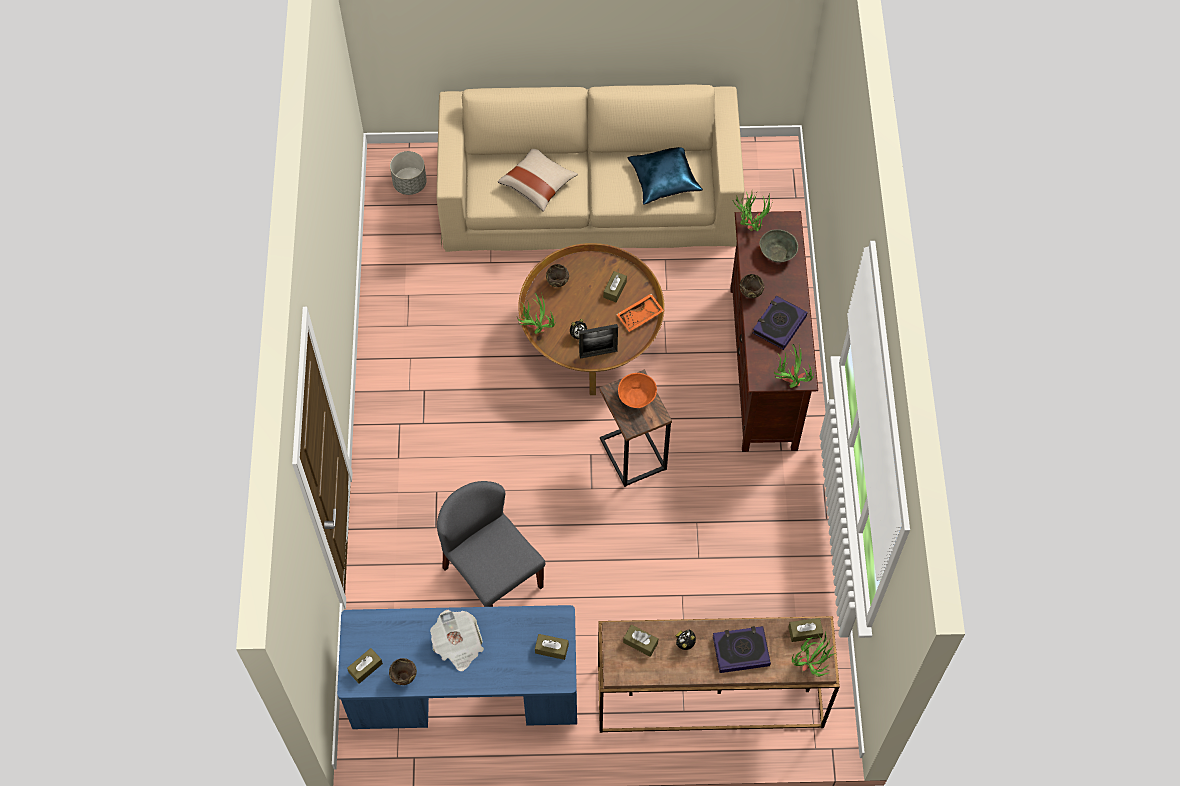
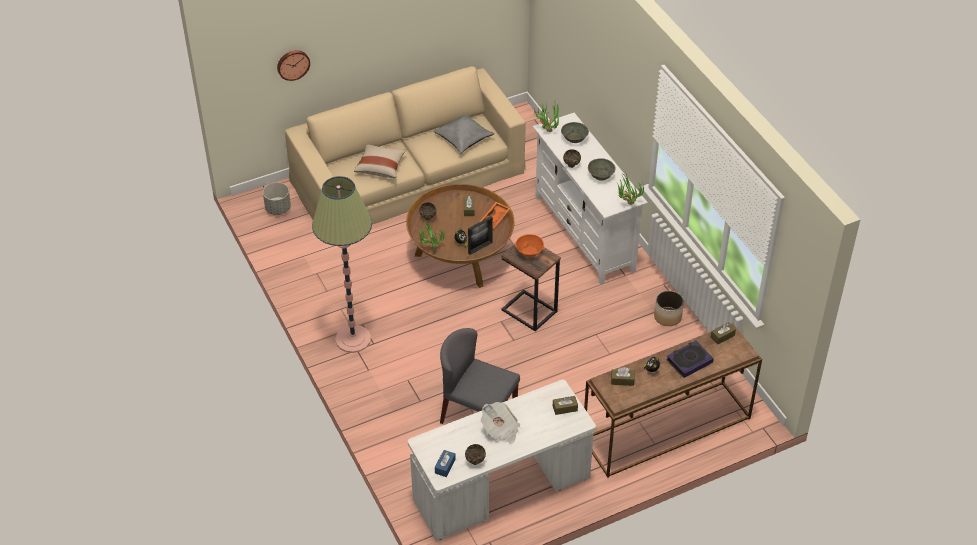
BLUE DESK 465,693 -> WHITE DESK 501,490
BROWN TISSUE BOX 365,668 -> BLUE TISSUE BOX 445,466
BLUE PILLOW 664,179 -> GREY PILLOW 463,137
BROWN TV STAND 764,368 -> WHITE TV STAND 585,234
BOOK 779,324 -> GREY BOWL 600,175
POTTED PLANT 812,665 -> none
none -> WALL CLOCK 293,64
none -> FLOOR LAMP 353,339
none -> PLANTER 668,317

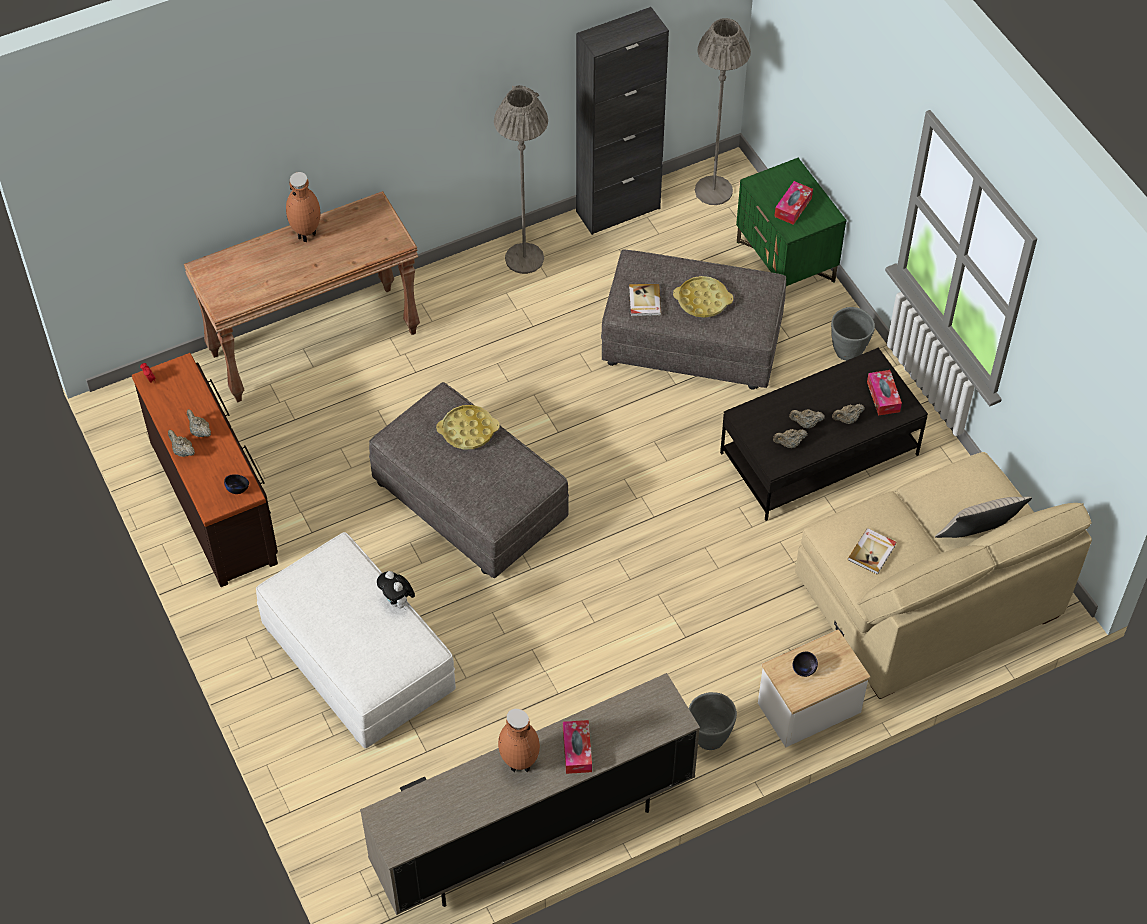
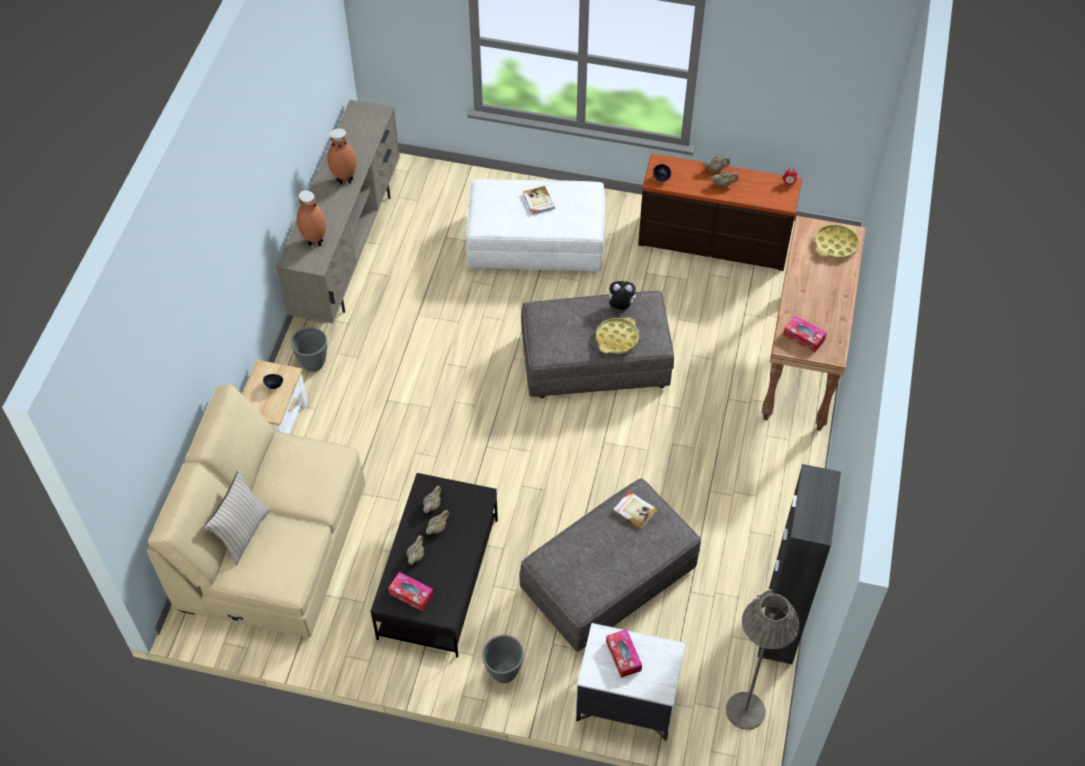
BROWN VASE 307,234 -> BROWN VASE 314,242, moved
PLUSH TOY 397,602 -> PLUSH TOY 620,306, moved
GREY FLOOR LAMP 524,258 -> none
TISSUE BOX 577,750 -> TISSUE BOX 803,337, moved
YELLOW TRAY 702,300 -> YELLOW TRAY 836,244, moved
GREEN NIGHTSTAND 786,262 -> WHITE NIGHTSTAND 626,702
BOOK 872,552 -> BOOK 538,201, moved

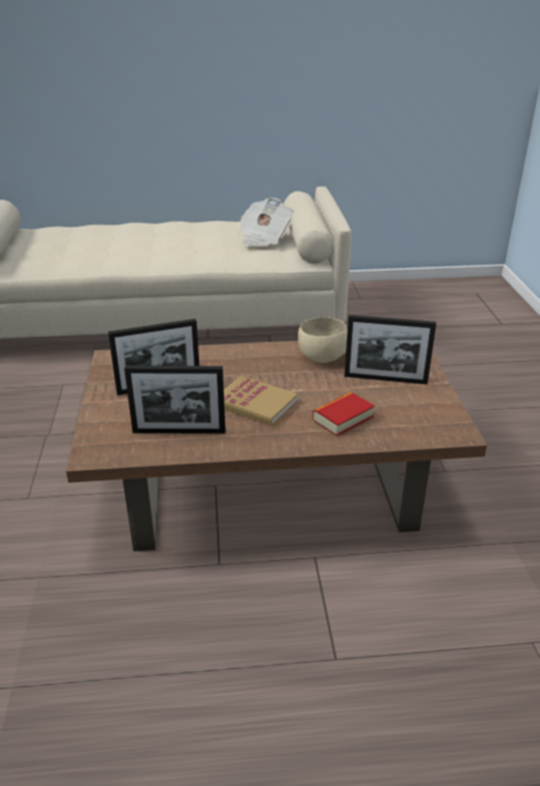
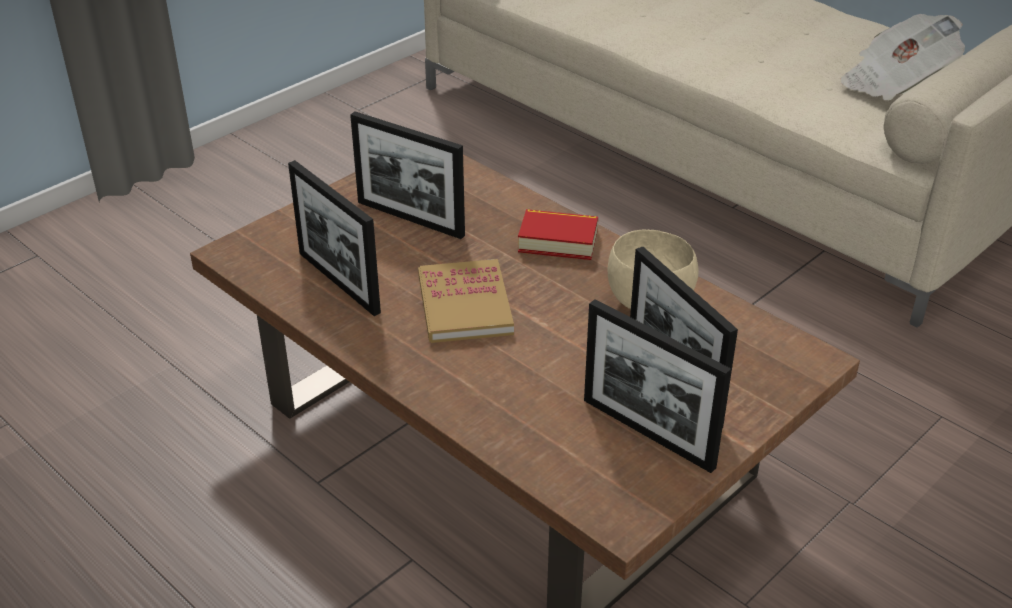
BOOK 343,418 -> BOOK 558,241, moved
none -> PICTURE FRAME 648,433

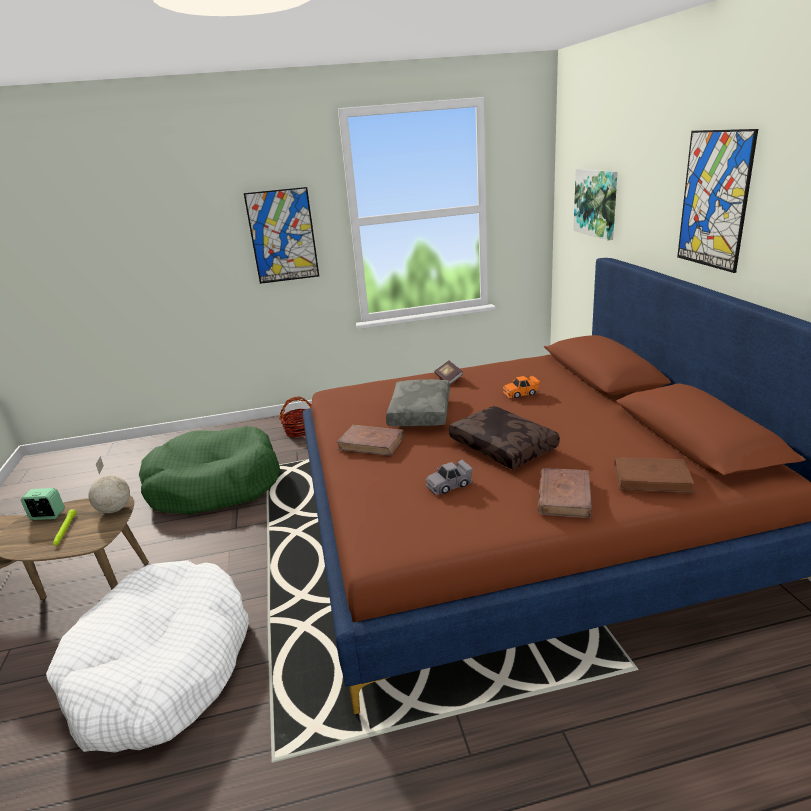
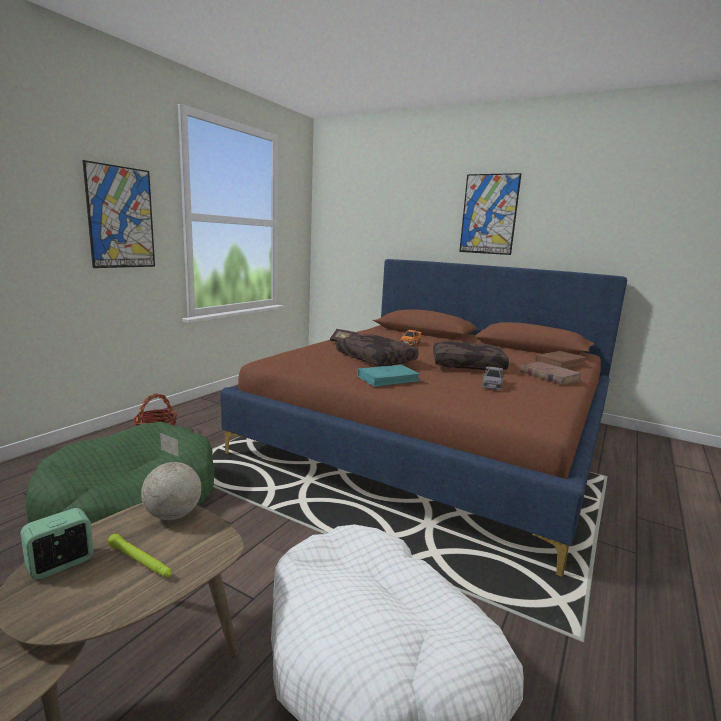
BROWN BOOK 371,443 -> TURQUOISE BOOK 388,379
GREY PILLOW 419,412 -> BROWN PILLOW 374,359
PICTURE 596,203 -> none

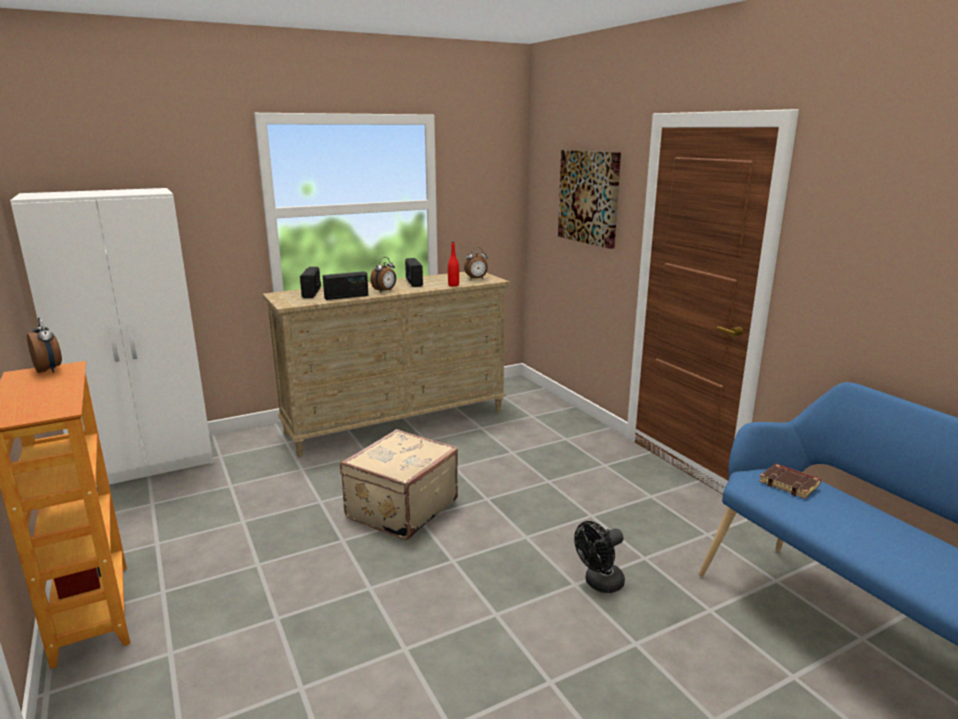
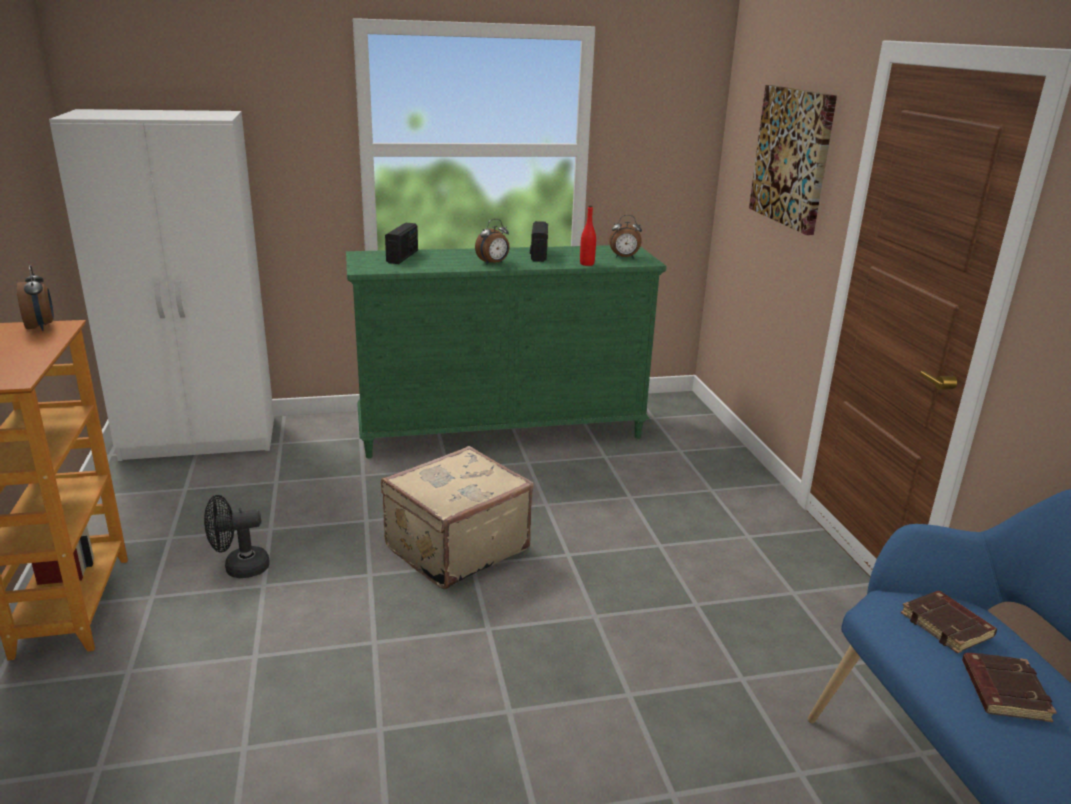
BEIGE DRESSER 397,422 -> GREEN DRESSER 503,432
RADIO 346,296 -> none
BLACK FAN 599,584 -> BLACK FAN 239,568, moved
none -> BROWN BOOK 1002,691

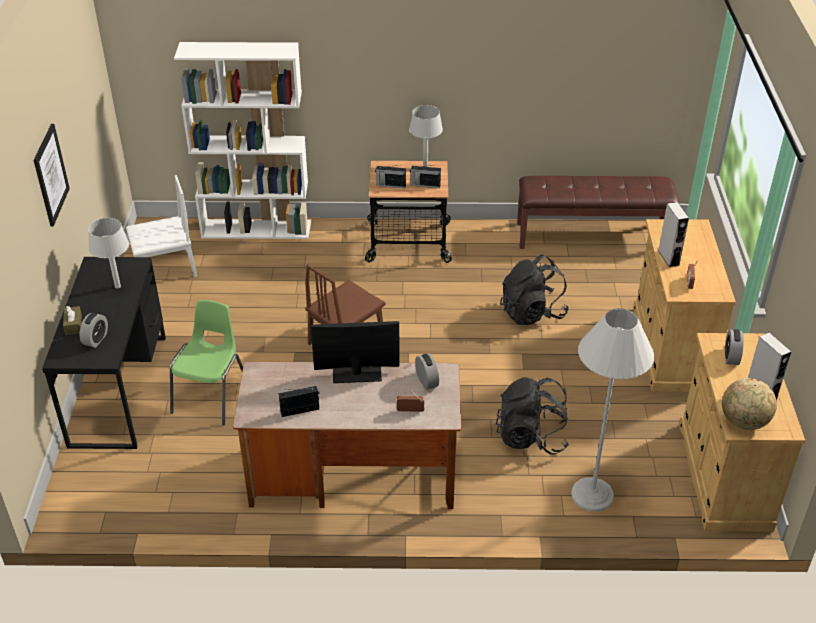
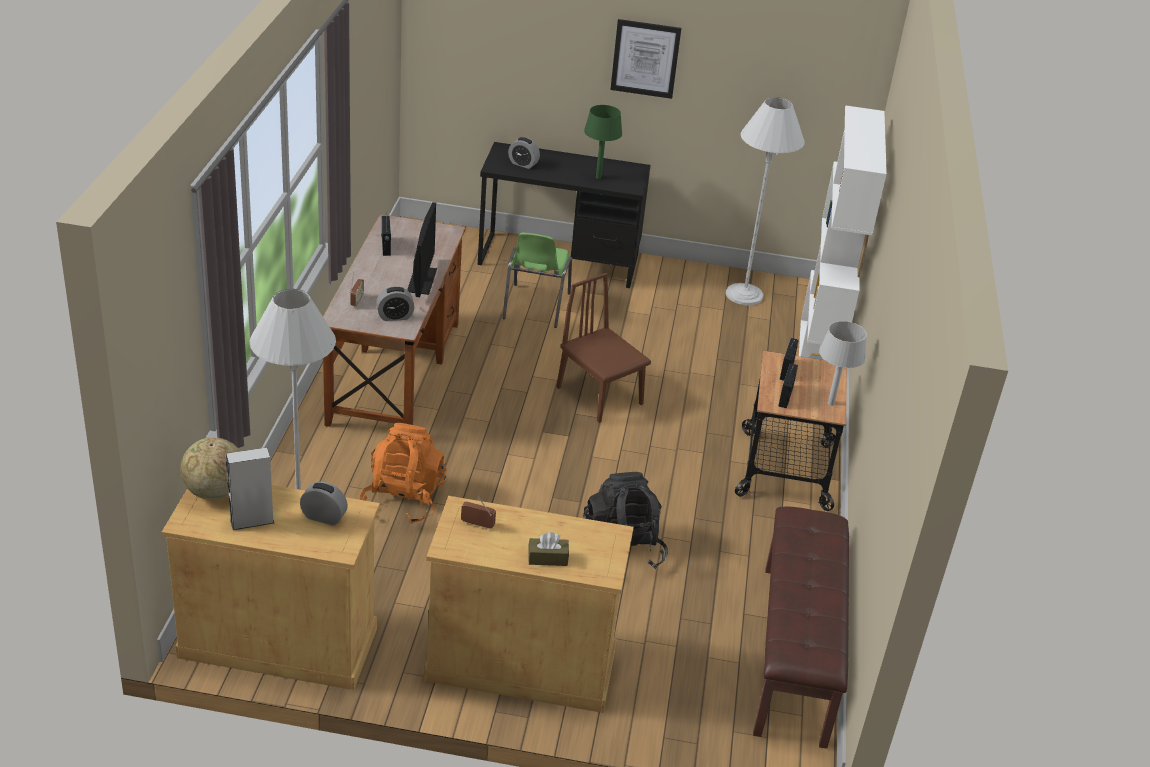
BROWN TISSUE BOX 73,325 -> BROWN TISSUE BOX 547,558, moved
GREY TABLE LAMP 117,286 -> GREEN TABLE LAMP 598,177
WHITE CHAIR 165,269 -> WHITE FLOOR LAMP 744,295
GREEN CHAIR 212,396 -> GREEN CHAIR 535,307, 75 degrees clockwise
BLACK BACKPACK 531,437 -> ORANGE BACKPACK 403,500
GREY SPEAKER 668,258 -> none

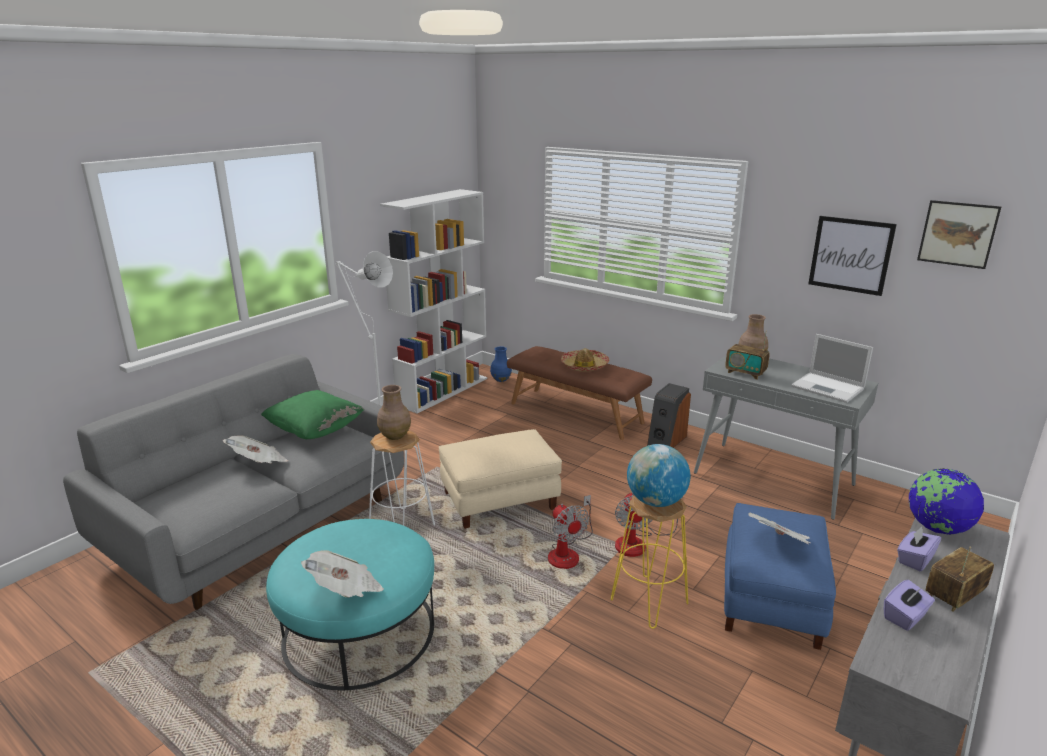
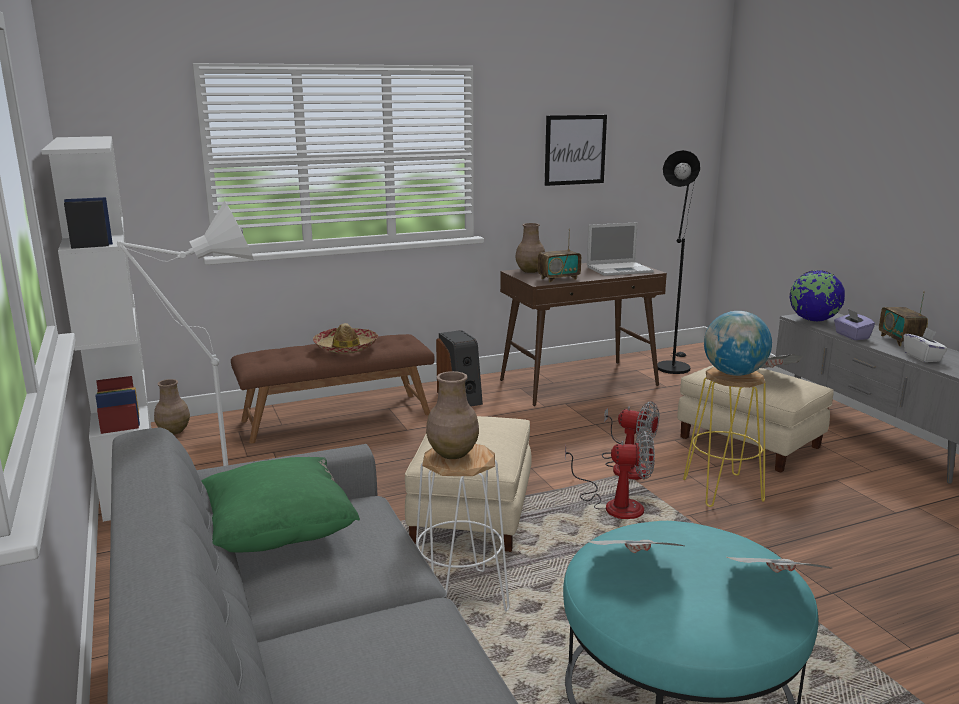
NEWSPAPER 258,463 -> NEWSPAPER 633,566, moved
BLUE VASE 501,379 -> BROWN VASE 173,431
GREY CONSOLE TABLE 774,479 -> BROWN CONSOLE TABLE 579,382
BLUE OTTOMAN 772,600 -> BEIGE OTTOMAN 750,442
PURPLE TISSUE BOX 905,617 -> WHITE TISSUE BOX 922,357
PICTURE 957,234 -> none
none -> BLACK FLOOR LAMP 672,366

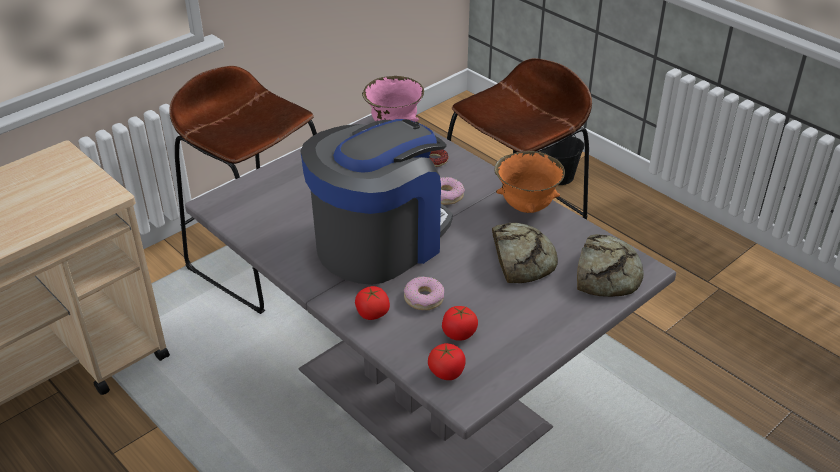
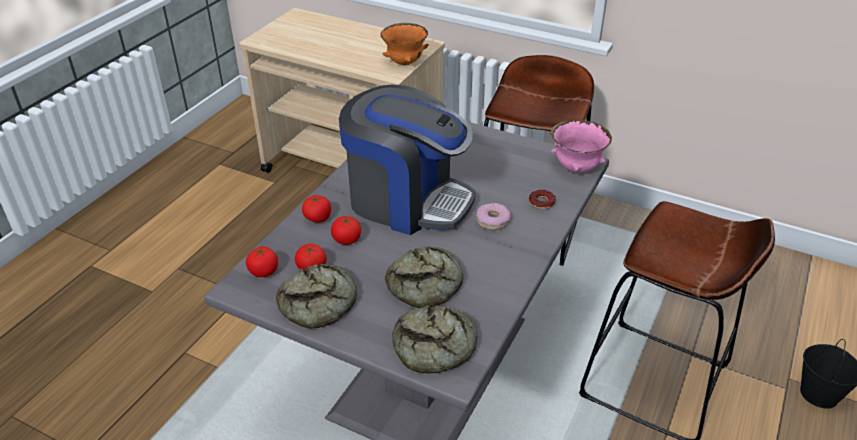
DONUT 423,298 -> TOMATO 346,239
ORANGE BOWL 527,207 -> ORANGE BOWL 405,62, moved
none -> BREAD 320,303

